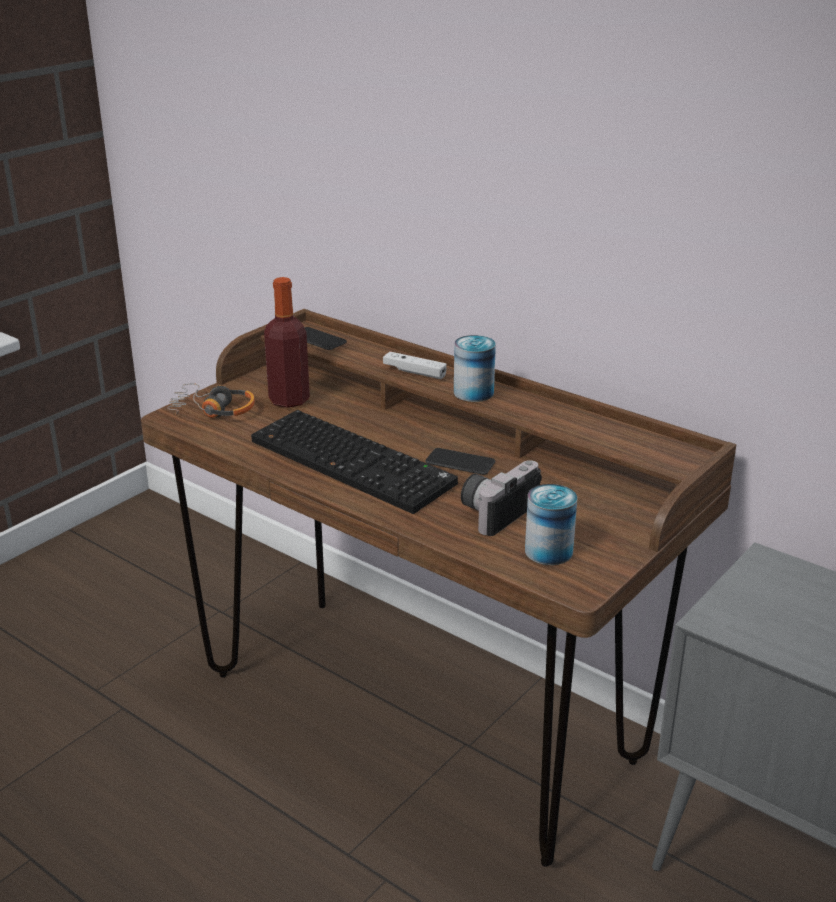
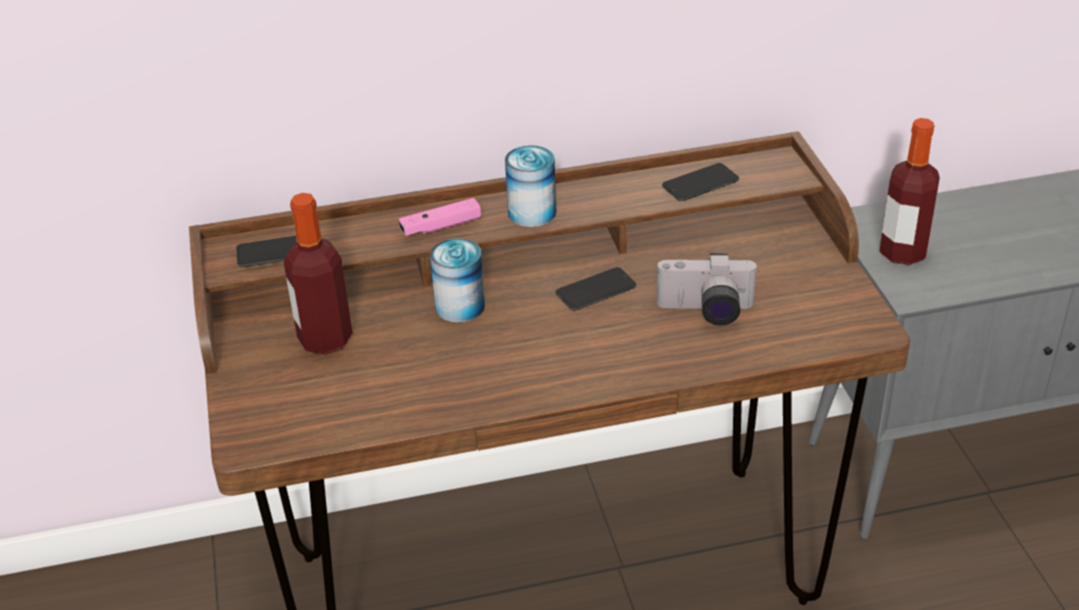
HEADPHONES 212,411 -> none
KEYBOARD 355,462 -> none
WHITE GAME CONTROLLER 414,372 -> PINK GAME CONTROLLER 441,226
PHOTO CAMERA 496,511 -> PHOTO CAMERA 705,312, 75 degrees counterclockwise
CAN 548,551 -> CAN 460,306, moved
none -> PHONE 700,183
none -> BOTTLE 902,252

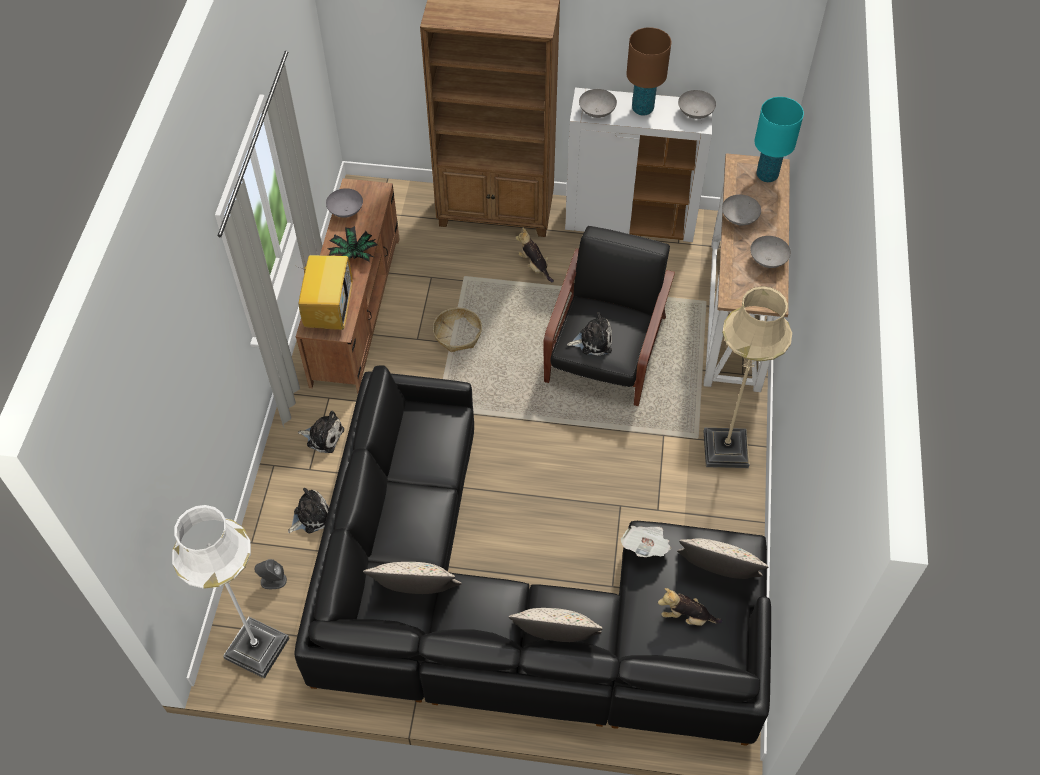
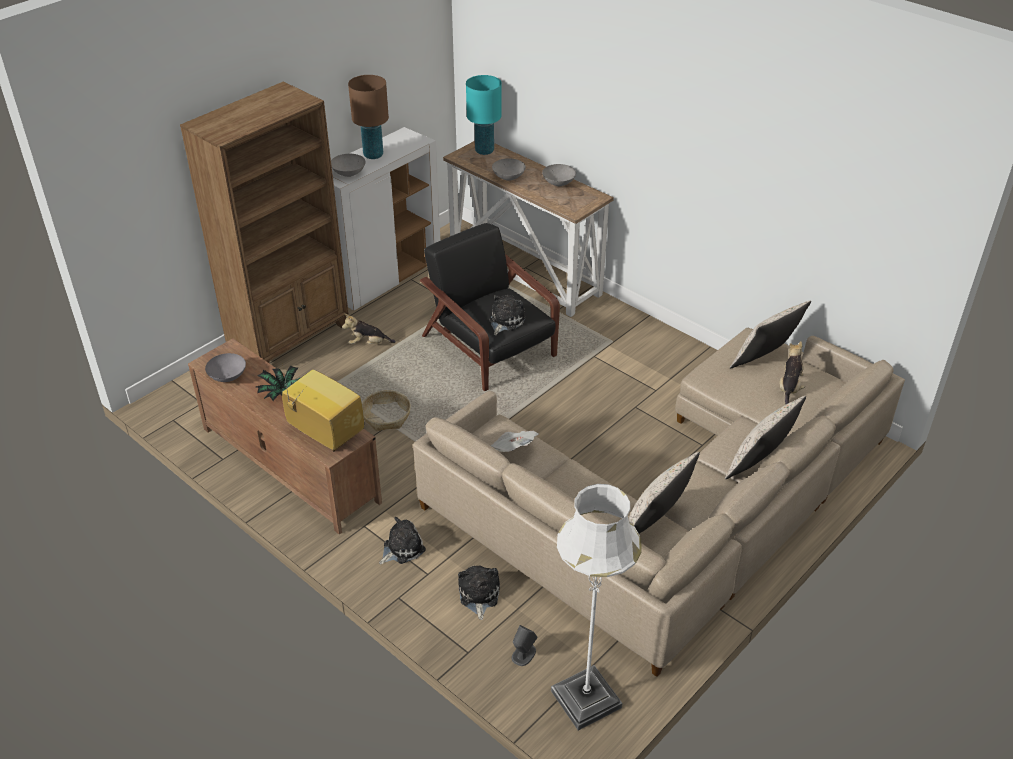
BLACK SOFA 517,606 -> BEIGE SOFA 678,505
NEWSPAPER 645,546 -> NEWSPAPER 513,449, moved
PLUSH TOY 686,616 -> PLUSH TOY 789,388, 150 degrees clockwise
GREY BOWL 695,113 -> none
BEIGE FLOOR LAMP 725,449 -> none

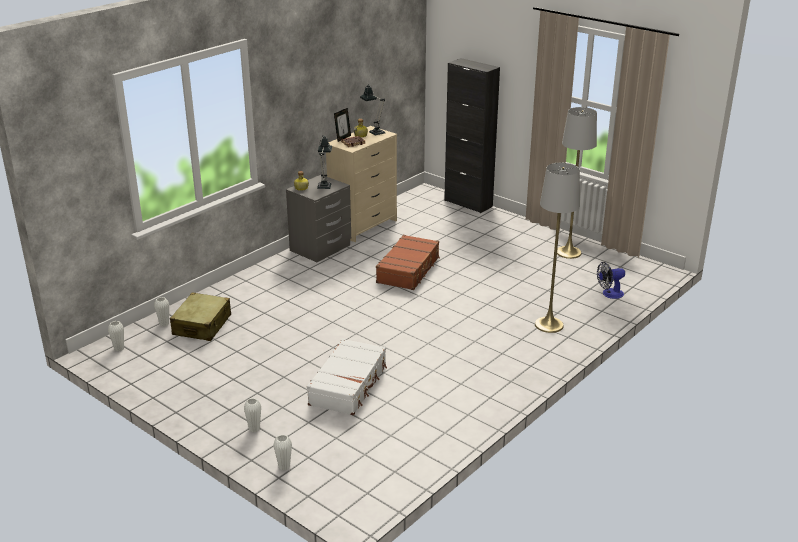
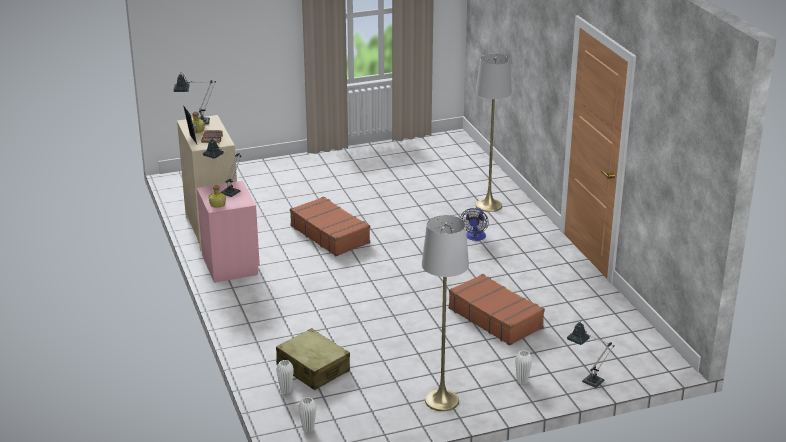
WHITE VASE 284,466 -> TABLE LAMP 588,380
GREY NIGHTSTAND 321,248 -> PINK NIGHTSTAND 231,265
WHITE SUITCASE 349,385 -> BROWN SUITCASE 495,318
BLACK CABINET 468,203 -> none
GREY FLOOR LAMP 568,252 -> GREY FLOOR LAMP 441,400, moved
FAN 609,294 -> FAN 475,237, moved

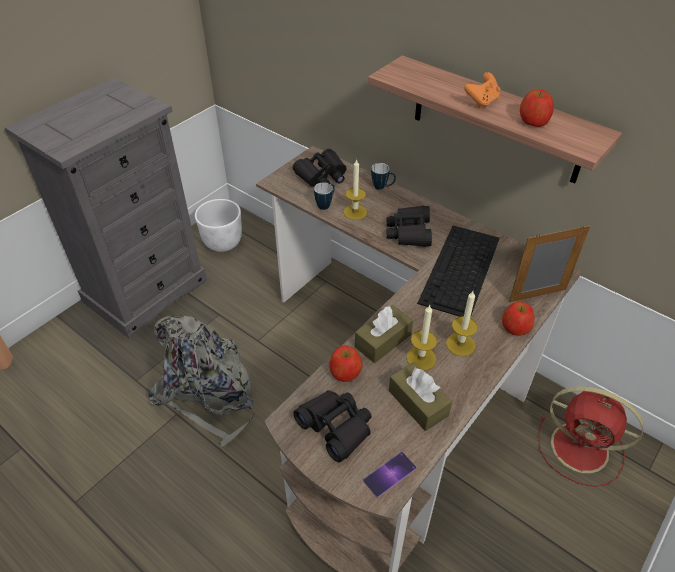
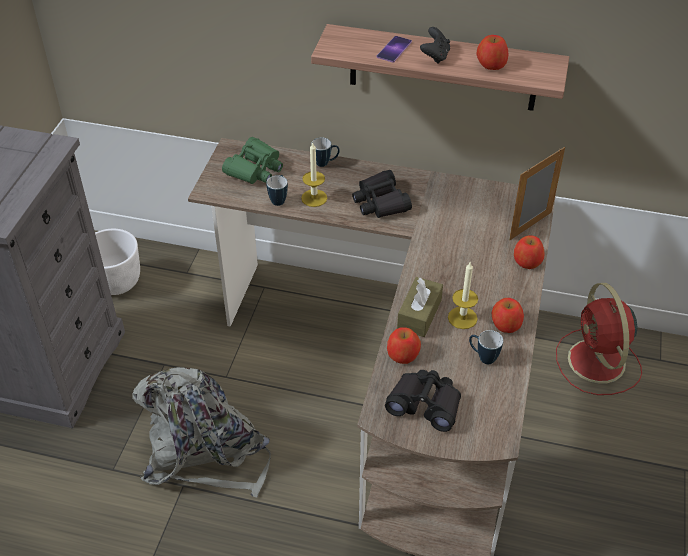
BLACK BINOCULARS 322,176 -> GREEN BINOCULARS 255,169
PHONE 389,474 -> PHONE 394,49, moved
BROWN TISSUE BOX 418,403 -> MUG 483,357
KEYBOARD 460,270 -> none
CANDLE 460,344 -> none
ORANGE GAME CONTROLLER 482,102 -> BLACK GAME CONTROLLER 435,56
RED FAN 582,448 -> RED FAN 597,363, 75 degrees clockwise
none -> APPLE 506,324

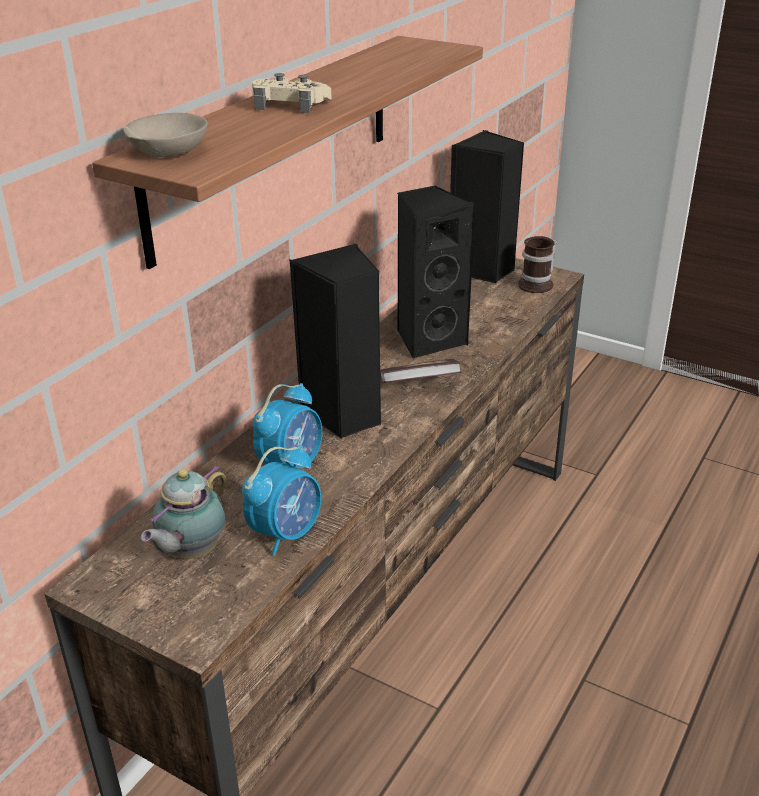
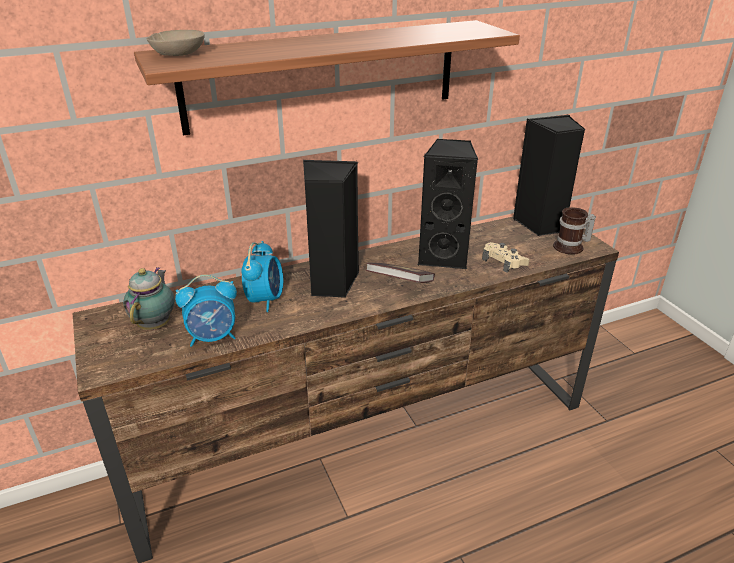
TEAPOT 191,552 -> TEAPOT 156,324, 120 degrees clockwise
BEIGE GAME CONTROLLER 291,105 -> BEIGE GAME CONTROLLER 504,261, moved
ALARM CLOCK 291,465 -> ALARM CLOCK 265,299, 60 degrees counterclockwise

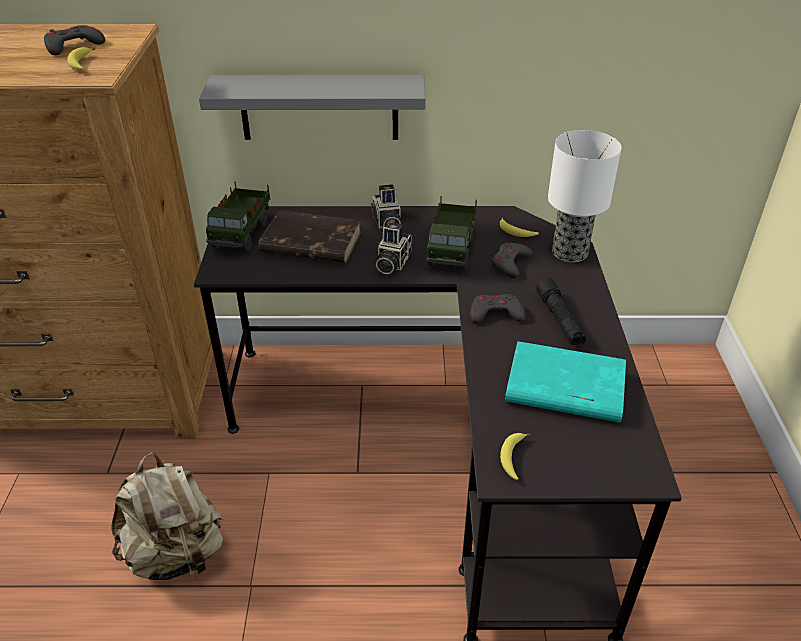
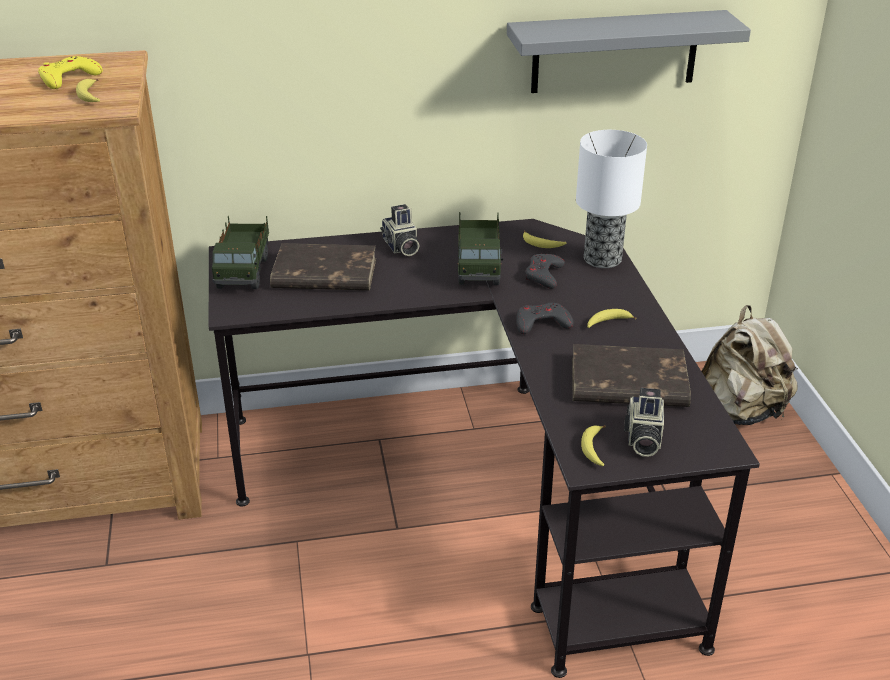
GREY GAME CONTROLLER 73,45 -> YELLOW GAME CONTROLLER 68,78
BEIGE BACKPACK 176,554 -> BEIGE BACKPACK 738,413, moved
GREY SHELF 319,107 -> GREY SHELF 615,52, moved
PHOTO CAMERA 391,262 -> PHOTO CAMERA 642,439, moved
TURQUOISE BOOK 563,387 -> BROWN BOOK 627,383
BLACK FLASHLIGHT 559,319 -> BANANA 607,322

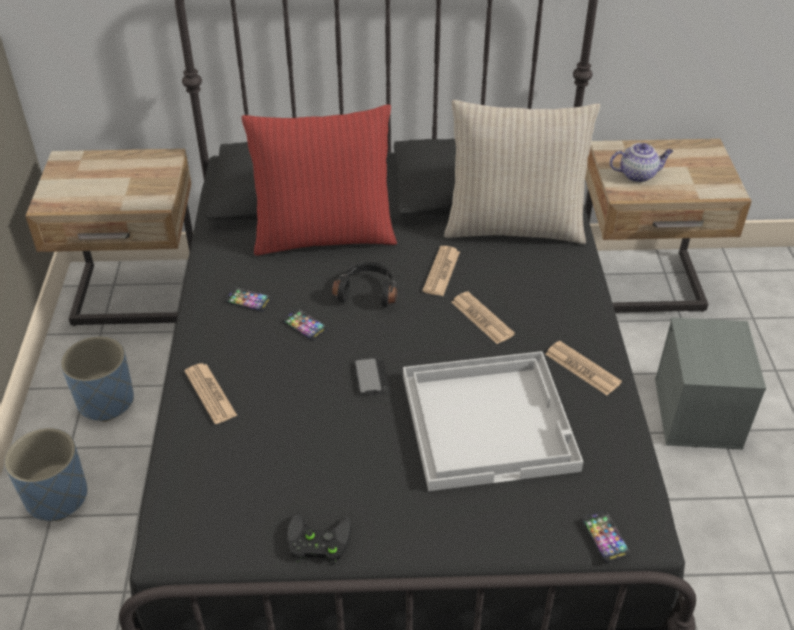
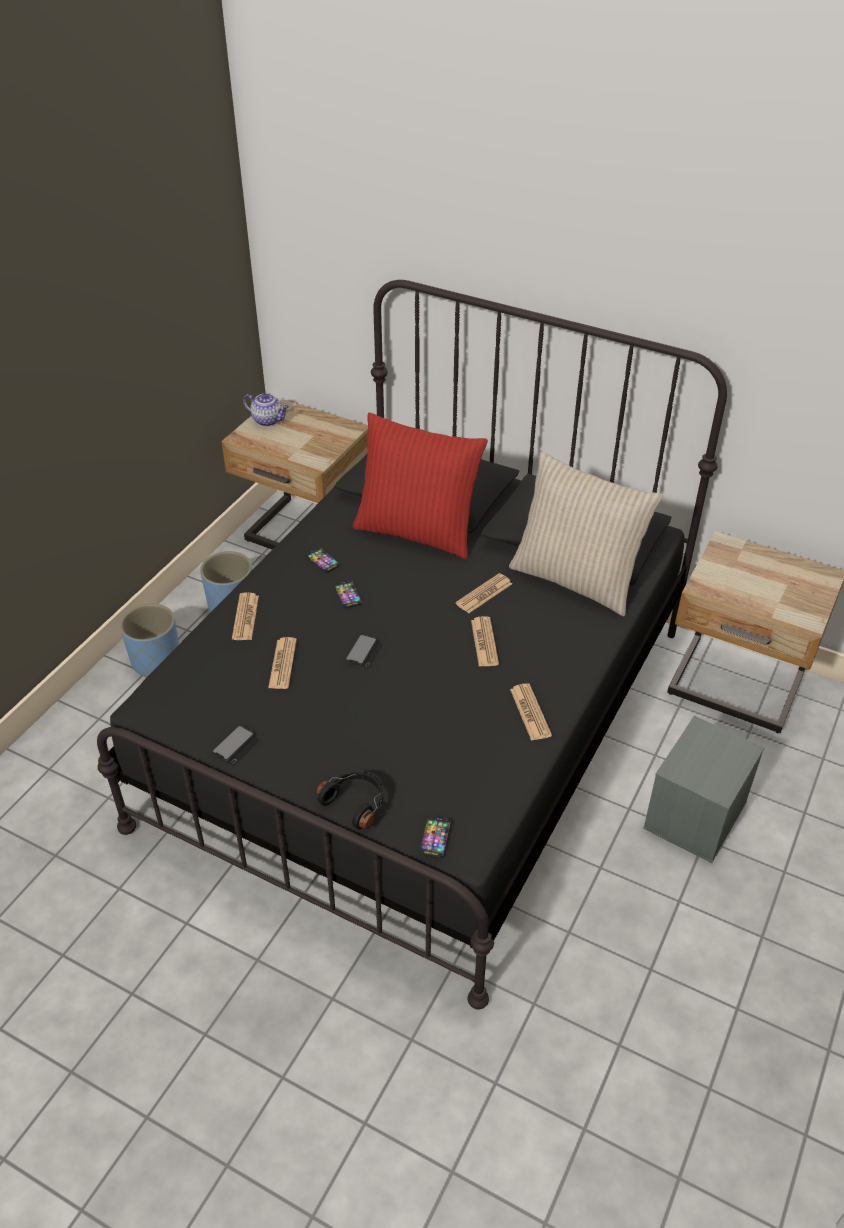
BLACK GAME CONTROLLER 316,542 -> PHONE 236,746
BLACK HEADPHONES 367,291 -> BLACK HEADPHONES 356,803, moved
WHITE TRAY 489,420 -> none
TEAPOT 638,175 -> TEAPOT 268,420, moved
none -> NEWSPAPER 282,664

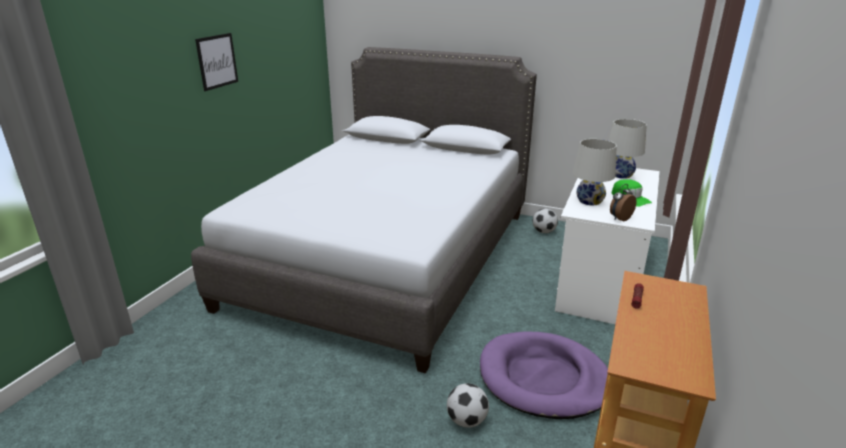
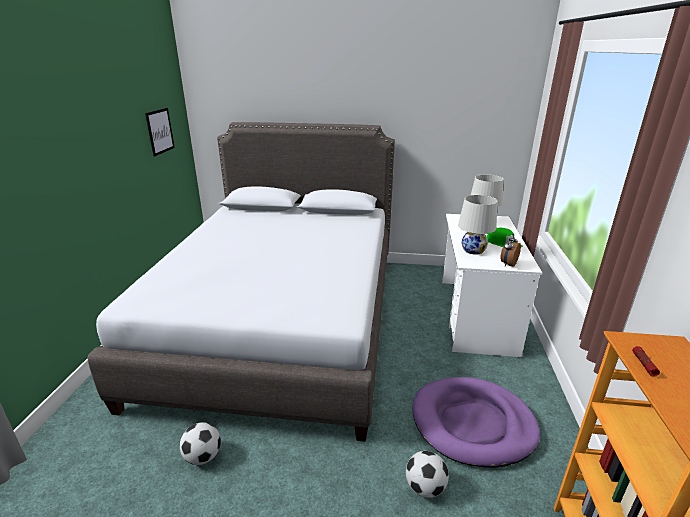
PICTURE 217,61 -> PICTURE 160,131, moved
FOOTBALL 543,232 -> FOOTBALL 203,456, moved

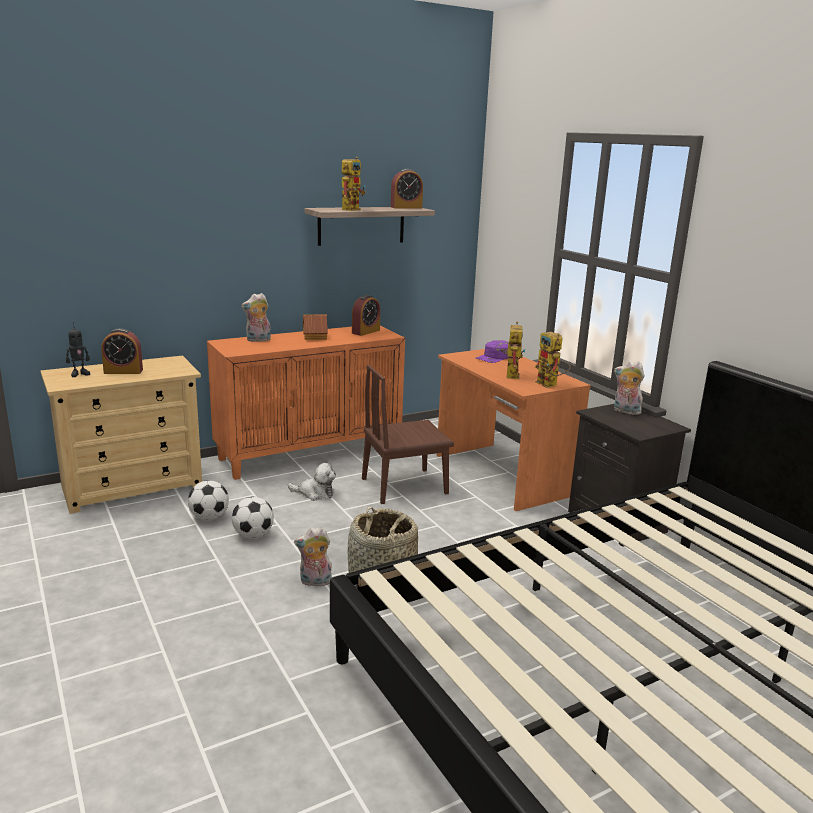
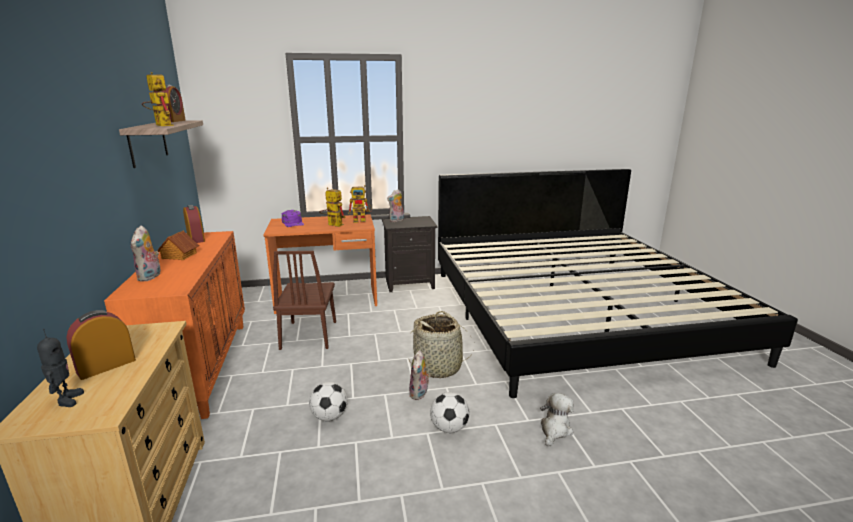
ALARM CLOCK 123,371 -> ALARM CLOCK 106,366, 150 degrees counterclockwise
FOOTBALL 209,517 -> FOOTBALL 449,428, moved
PLUSH TOY 315,493 -> PLUSH TOY 555,430, moved

